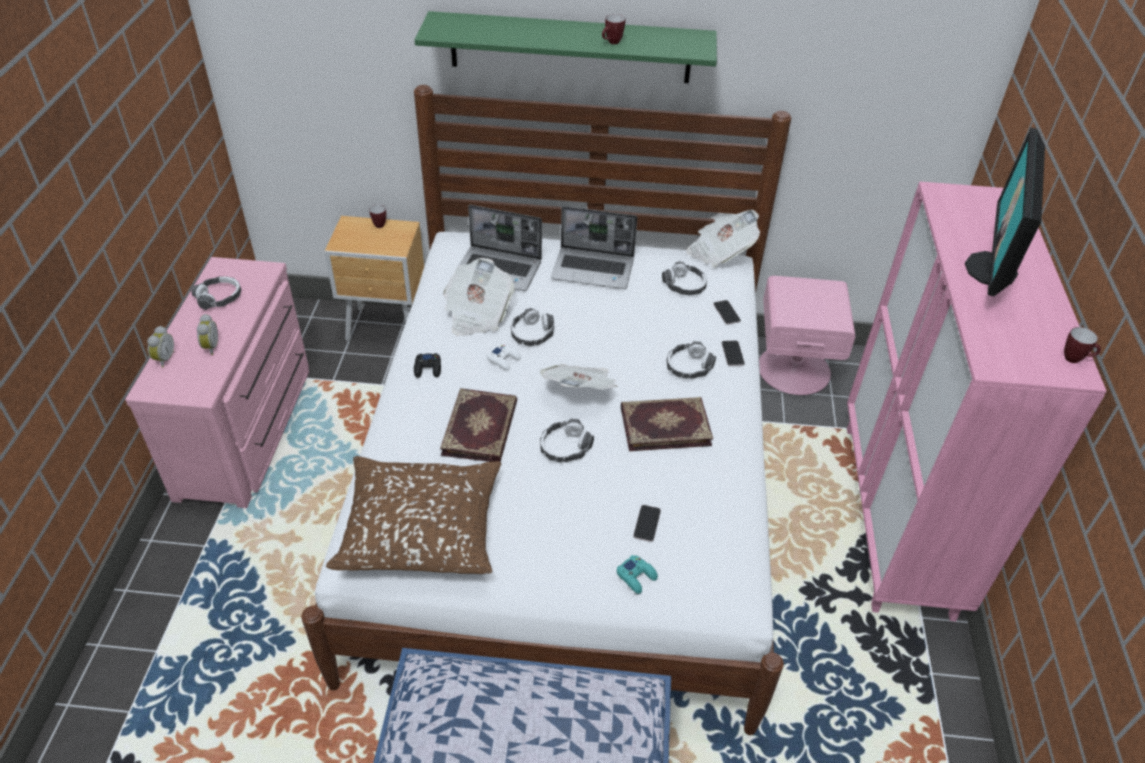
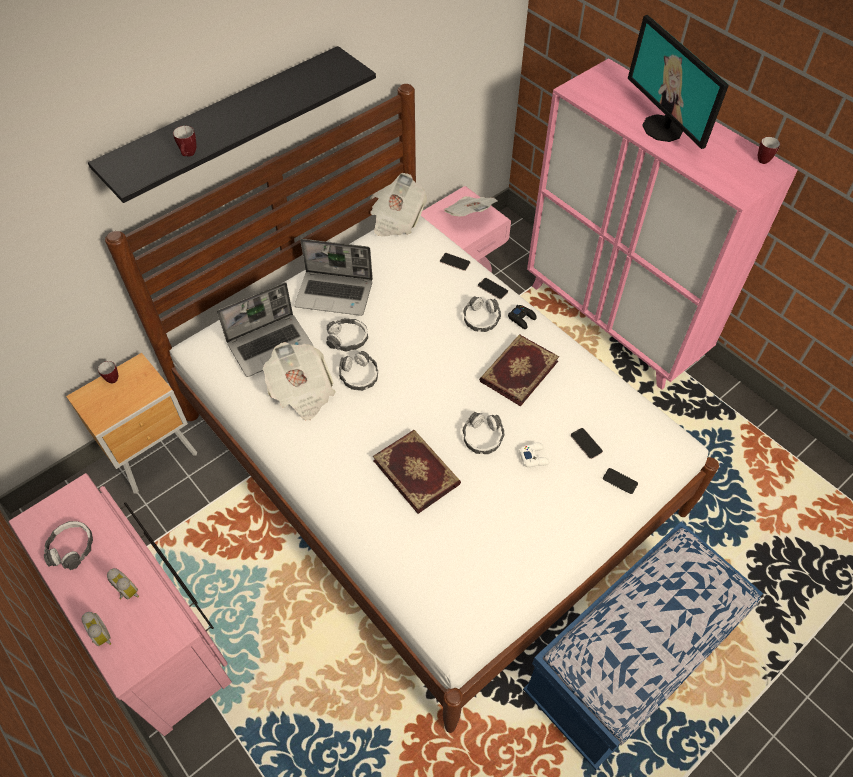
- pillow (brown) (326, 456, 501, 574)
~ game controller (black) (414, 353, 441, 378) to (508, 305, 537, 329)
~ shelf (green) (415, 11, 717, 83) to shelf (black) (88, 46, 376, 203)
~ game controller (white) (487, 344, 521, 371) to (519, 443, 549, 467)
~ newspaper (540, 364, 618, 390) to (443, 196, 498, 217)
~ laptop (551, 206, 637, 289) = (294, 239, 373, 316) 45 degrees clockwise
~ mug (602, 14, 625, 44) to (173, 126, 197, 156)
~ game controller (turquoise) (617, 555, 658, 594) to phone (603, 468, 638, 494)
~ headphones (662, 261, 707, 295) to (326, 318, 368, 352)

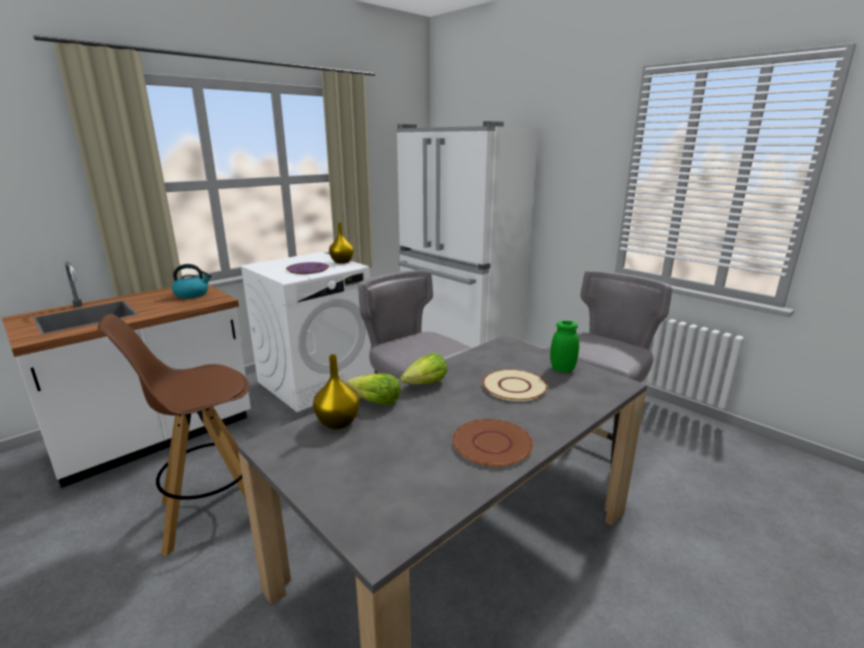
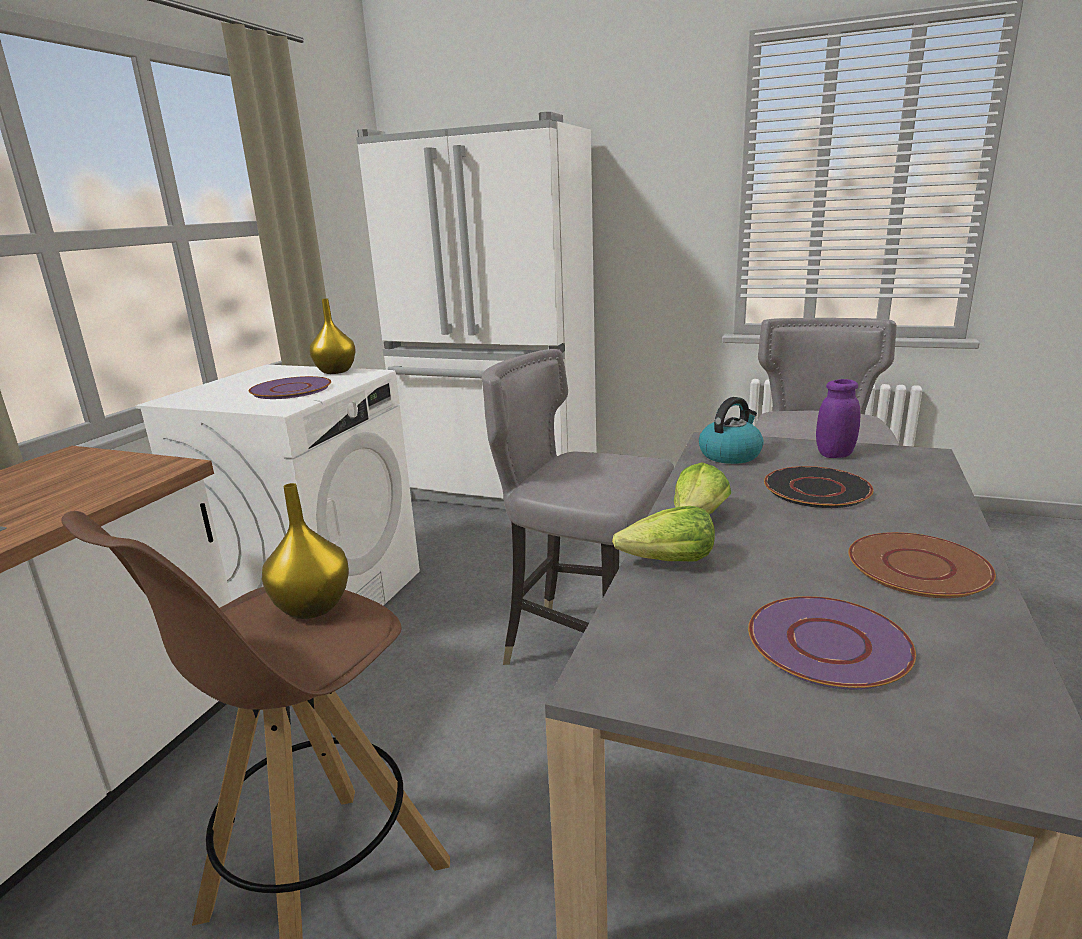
~ kettle (172, 264, 212, 298) to (699, 397, 764, 464)
~ vase (yellow) (313, 354, 360, 429) to (262, 483, 349, 619)
~ plate (beige) (482, 369, 548, 401) to plate (black) (764, 466, 874, 508)
~ jar (green) (550, 321, 579, 372) to jar (purple) (816, 379, 860, 458)
+ plate (purple) (748, 596, 916, 689)

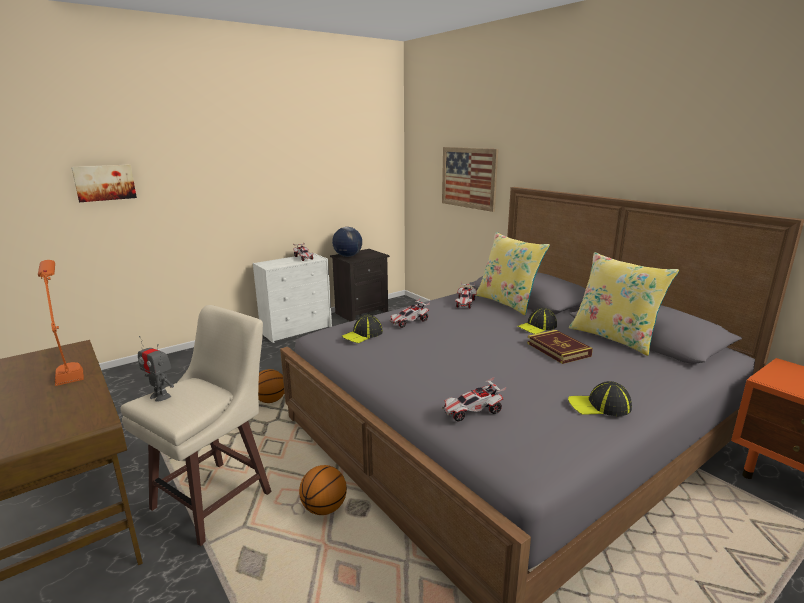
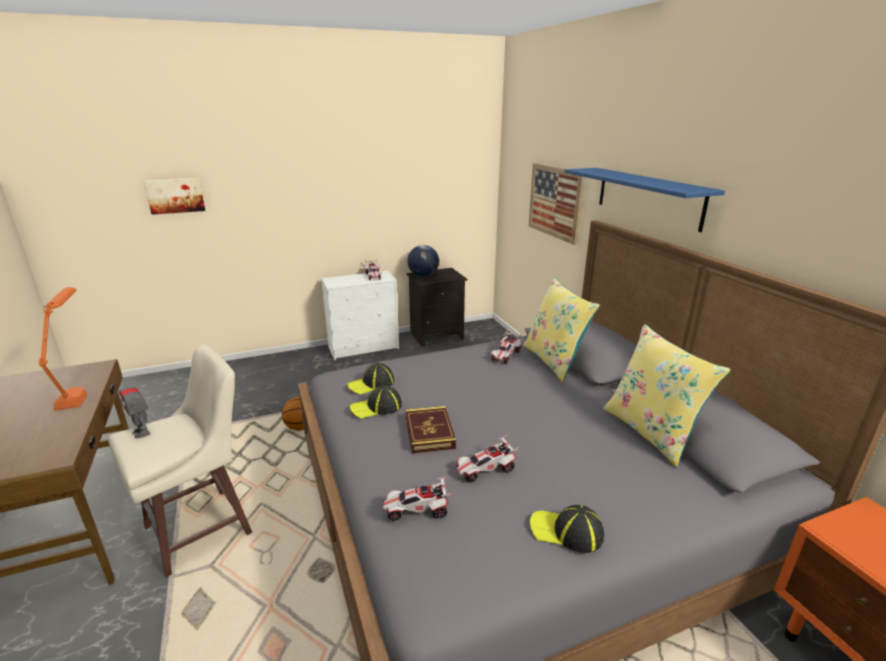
- basketball (299, 465, 347, 515)
~ toy car (389, 299, 430, 328) to (454, 434, 519, 483)
~ cap (517, 308, 557, 334) to (350, 385, 402, 419)
~ book (527, 330, 593, 364) to (405, 406, 456, 454)
+ shelf (blue) (564, 168, 725, 232)

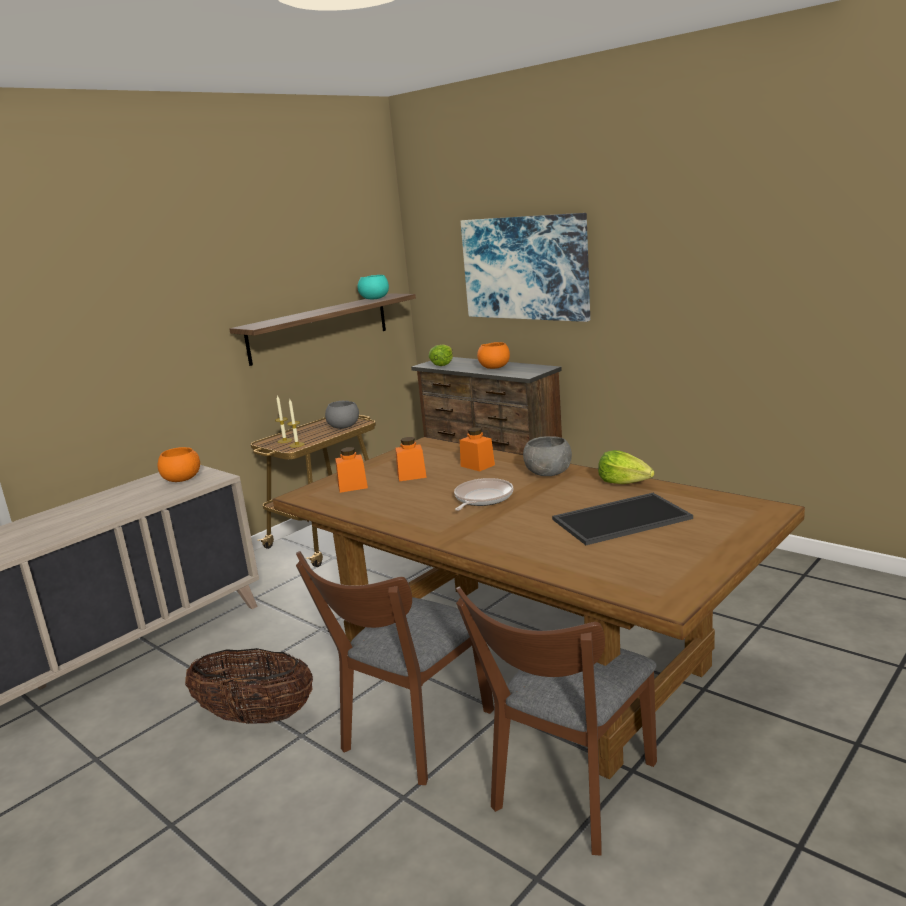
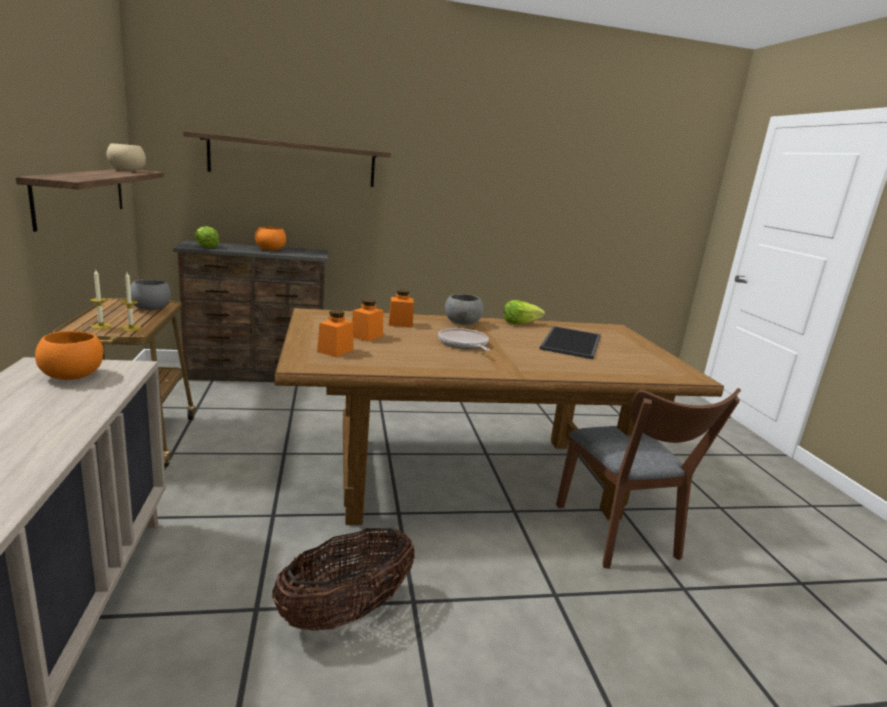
- chair (brown) (296, 551, 494, 785)
~ bowl (turquoise) (357, 275, 389, 299) to bowl (beige) (106, 144, 146, 171)
~ picture (461, 213, 590, 322) to shelf (183, 131, 391, 187)

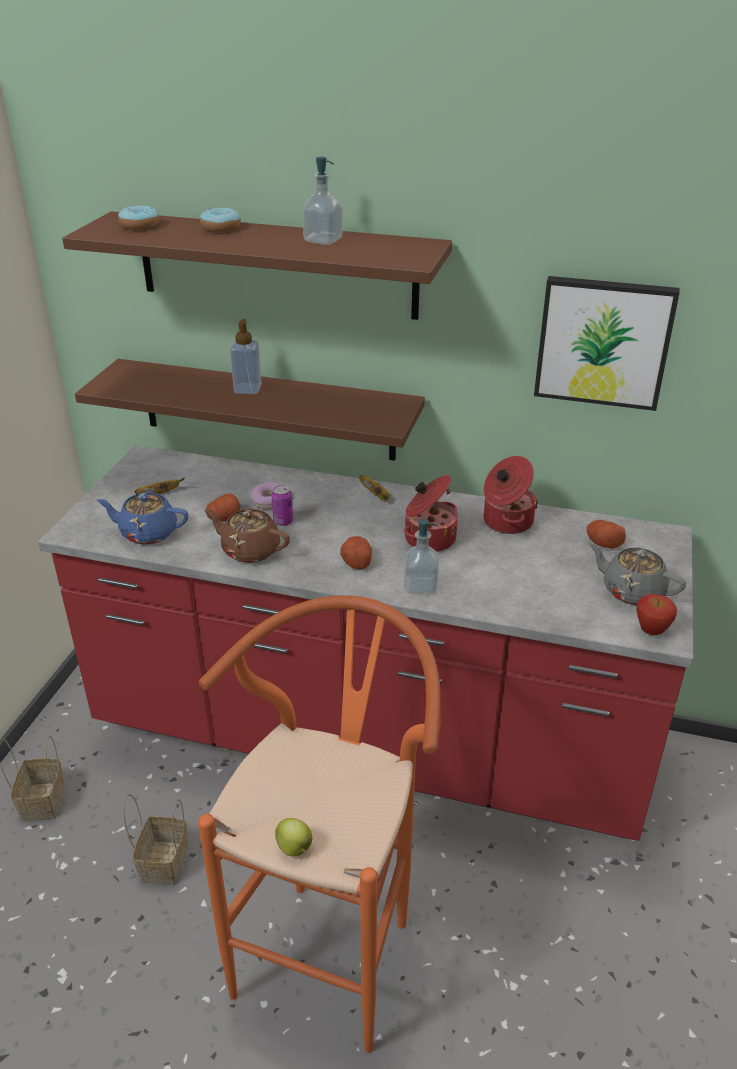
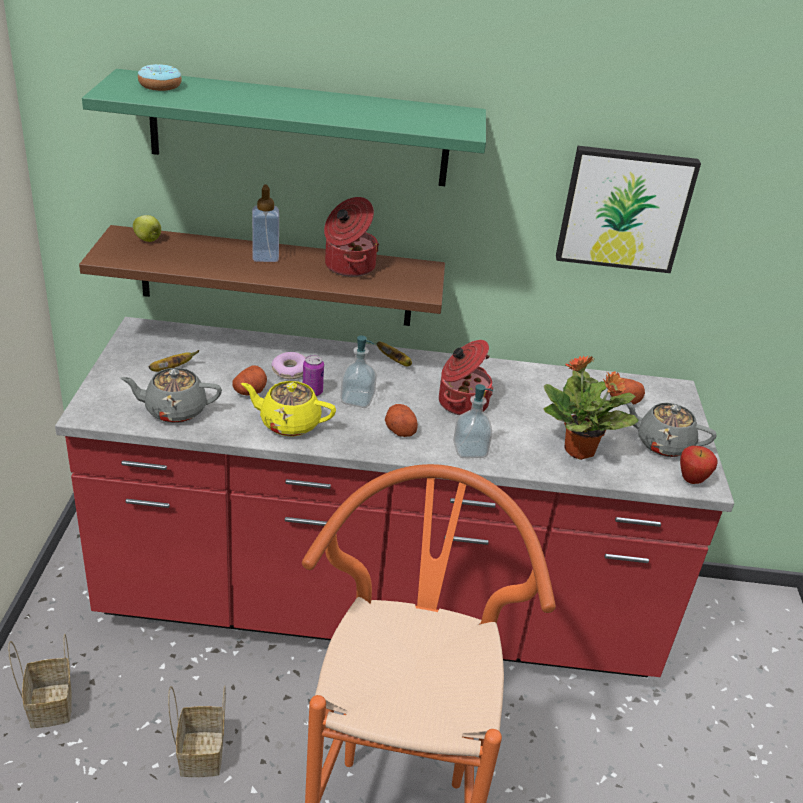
~ shelf (brown) (62, 211, 452, 320) to shelf (green) (82, 69, 486, 186)
~ teapot (blue) (97, 492, 189, 545) to teapot (grey) (121, 368, 222, 423)
- donut (200, 207, 241, 232)
~ teapot (brown) (205, 509, 290, 563) to teapot (yellow) (241, 381, 336, 437)
~ apple (275, 818, 312, 856) to (133, 215, 161, 242)
~ soap dispenser (302, 157, 343, 245) to (340, 335, 377, 408)
~ cooking pot (484, 456, 538, 534) to (324, 197, 379, 277)
+ potted plant (543, 356, 638, 460)

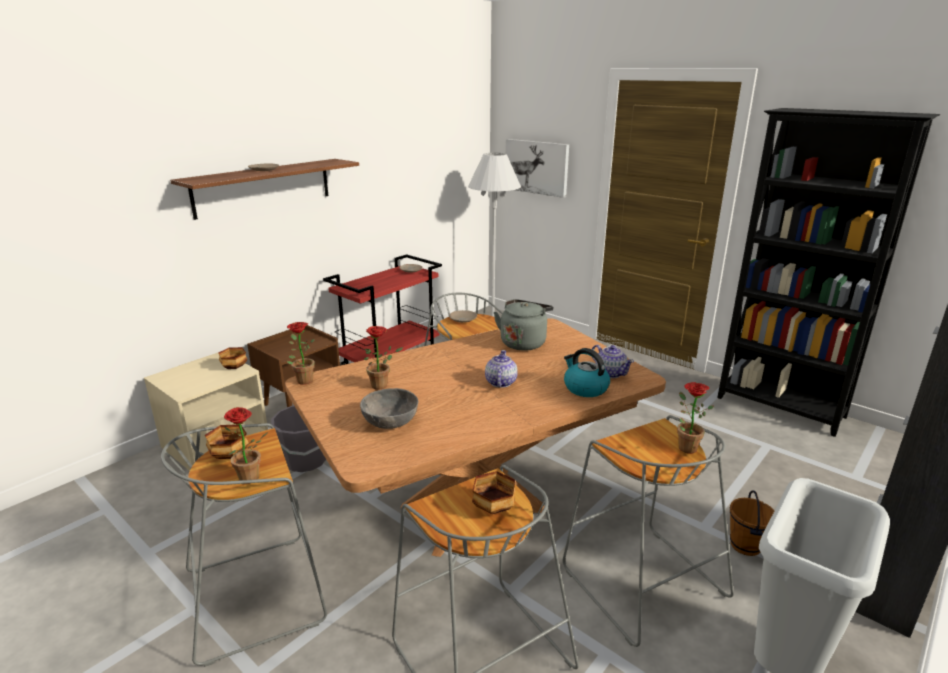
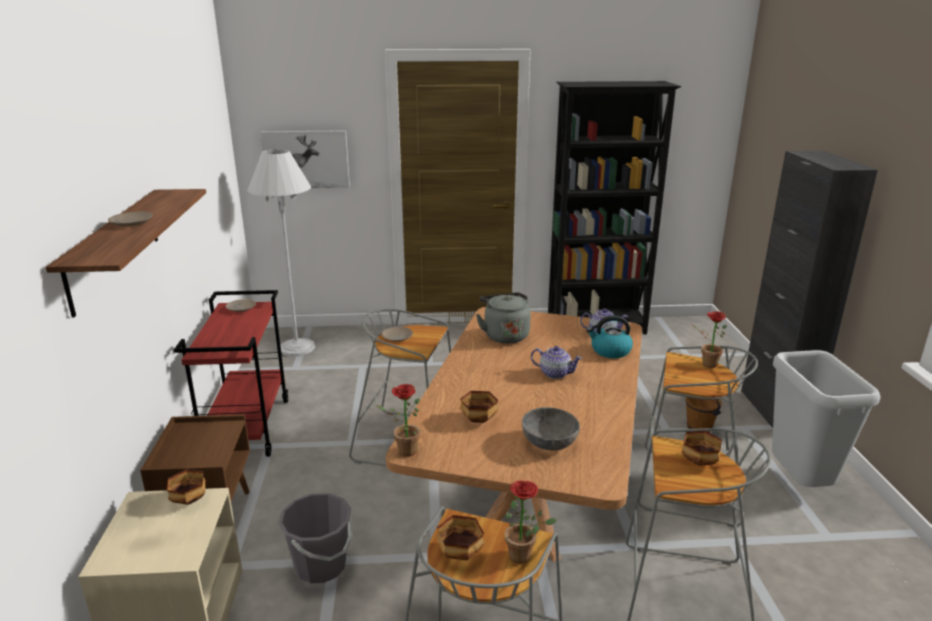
~ potted plant (364, 326, 403, 390) to bowl (460, 391, 499, 423)
~ teapot (485, 350, 518, 388) = (531, 346, 582, 379) 150 degrees clockwise

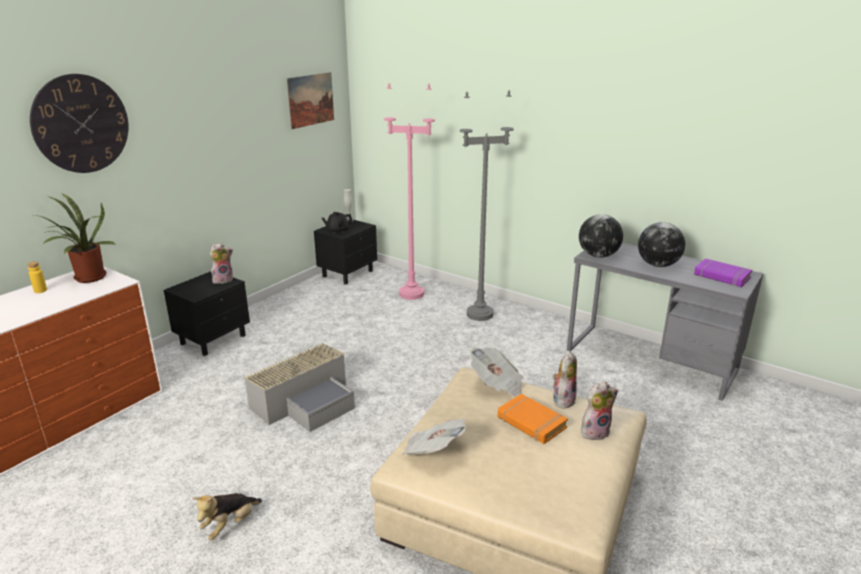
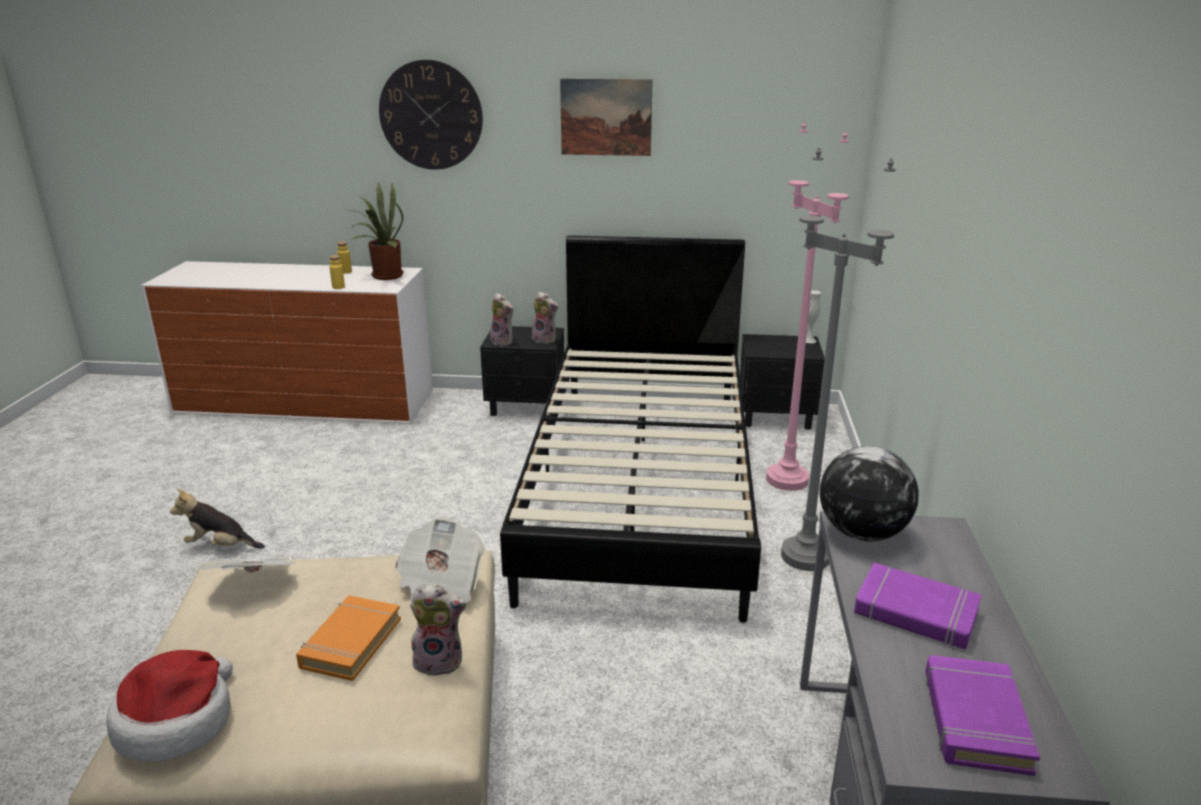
- storage box (grey) (244, 343, 355, 432)
~ picture (287, 72, 334, 129) to (560, 78, 653, 156)
- teapot (black) (322, 212, 353, 234)
~ plush toy (581, 382, 618, 442) to (490, 293, 514, 346)
~ globe (638, 222, 685, 267) to book (purple) (854, 563, 982, 649)
+ hat (106, 650, 233, 761)
+ bottle (yellow) (329, 255, 345, 289)
+ bed (black) (500, 235, 761, 623)

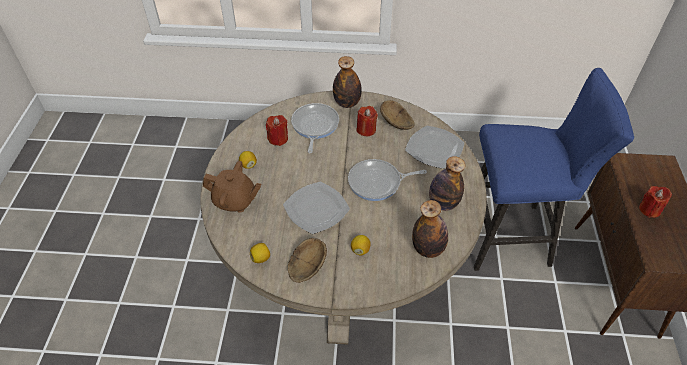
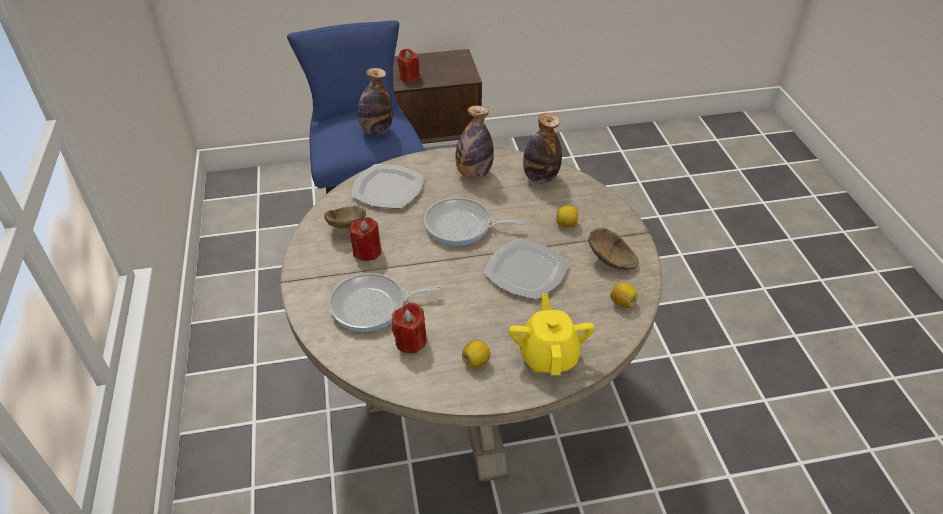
~ teapot (brown) (203, 161, 261, 213) to teapot (yellow) (509, 294, 595, 375)
~ bottle (333, 56, 362, 108) to (358, 68, 393, 135)
~ frying pan (348, 159, 427, 201) = (424, 198, 525, 246) 120 degrees clockwise

